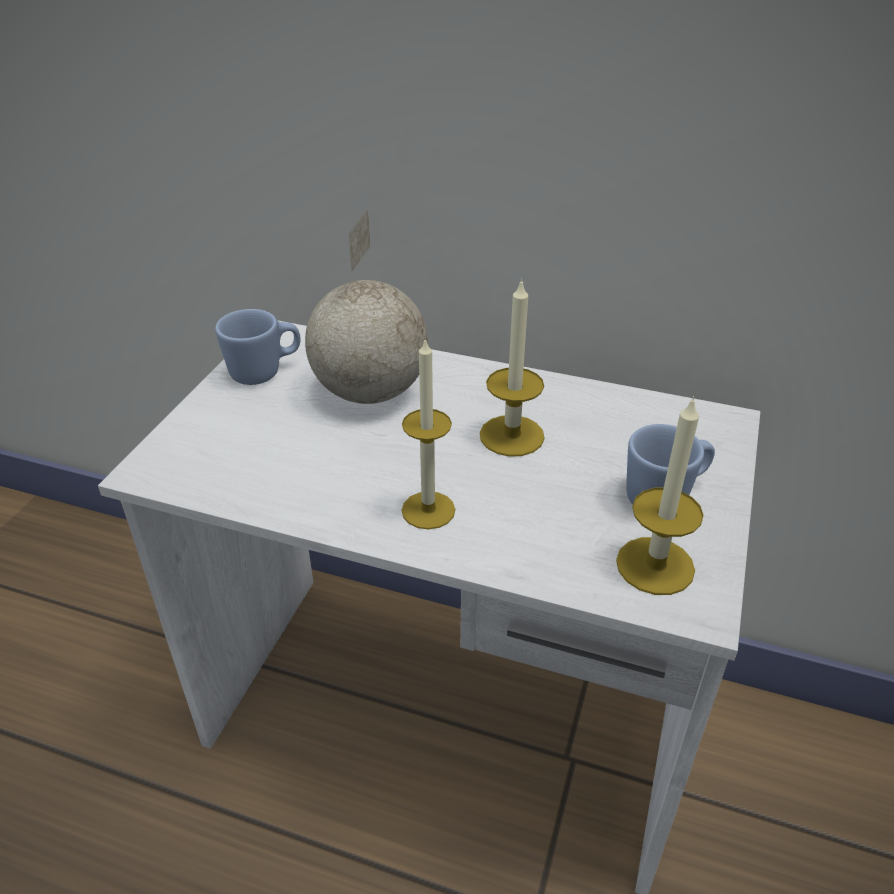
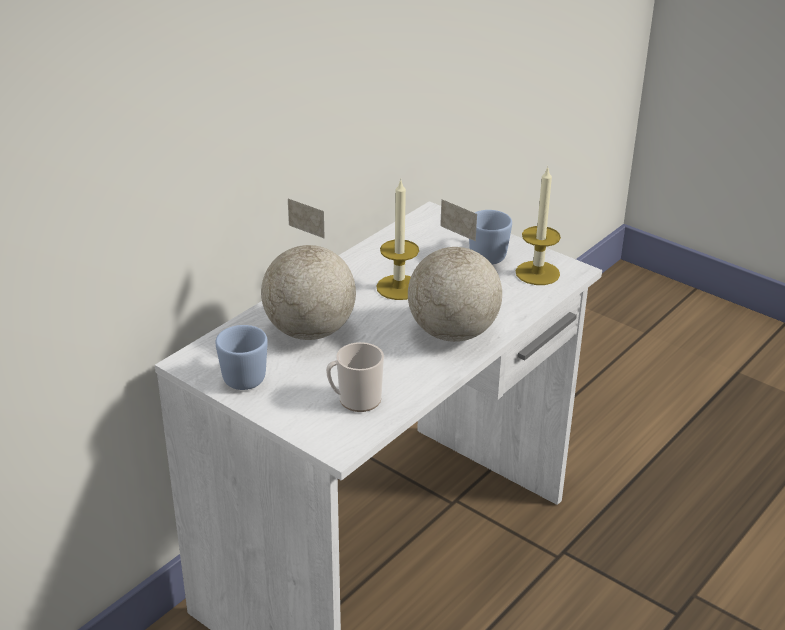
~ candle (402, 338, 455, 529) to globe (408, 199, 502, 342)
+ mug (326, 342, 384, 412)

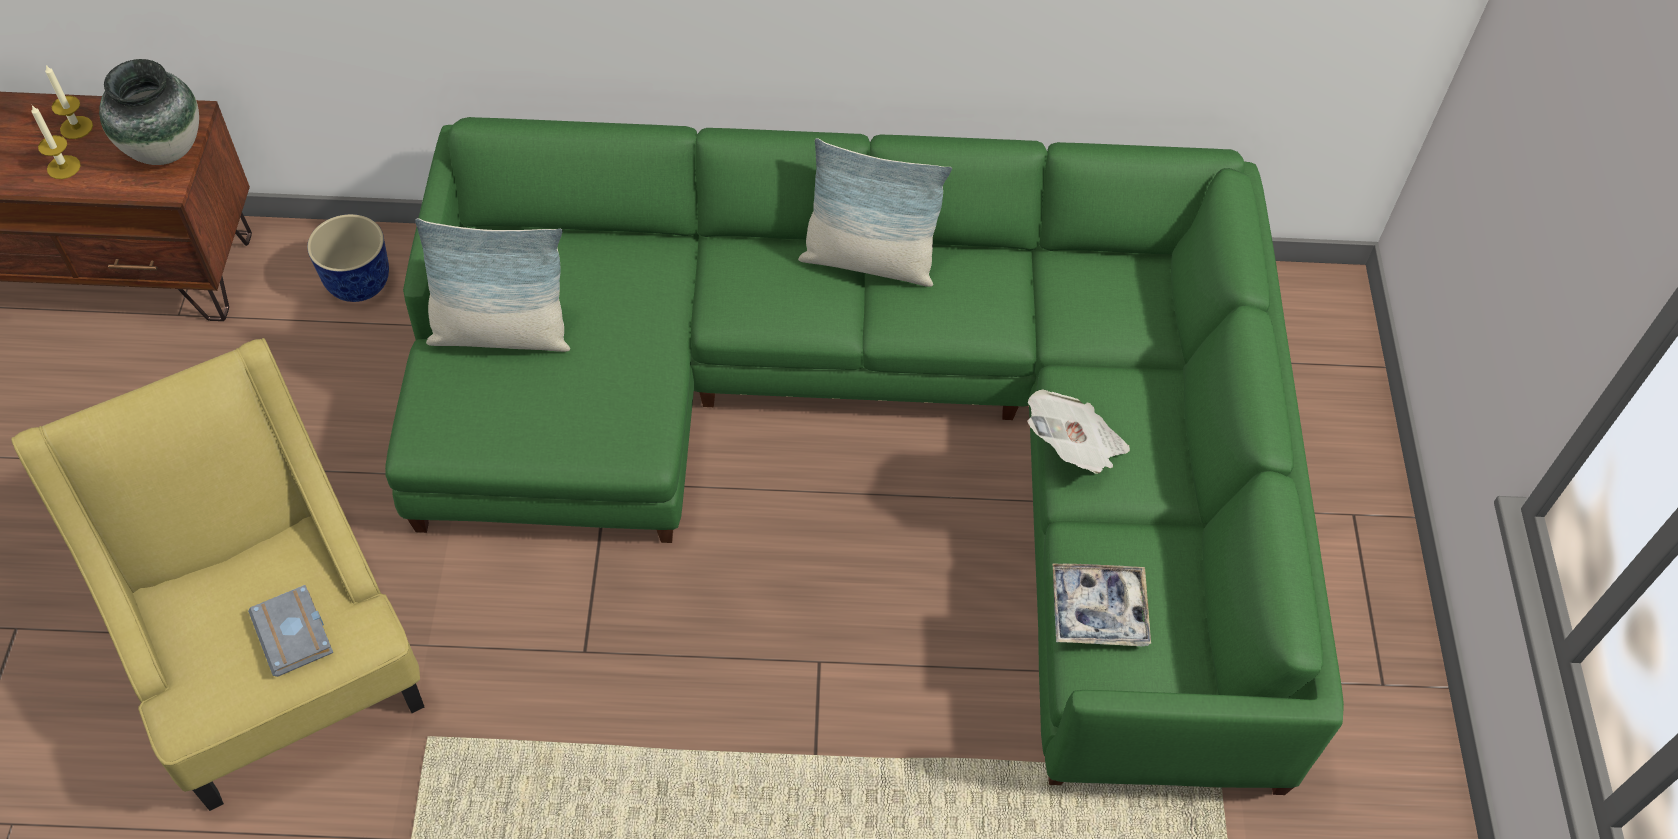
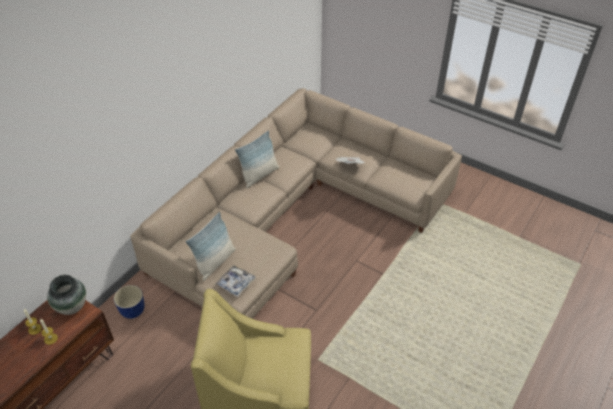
- book (grey) (248, 585, 333, 677)
~ sofa (green) (385, 117, 1344, 795) to sofa (beige) (130, 88, 462, 319)
~ tray (1052, 564, 1151, 647) to (216, 264, 256, 297)

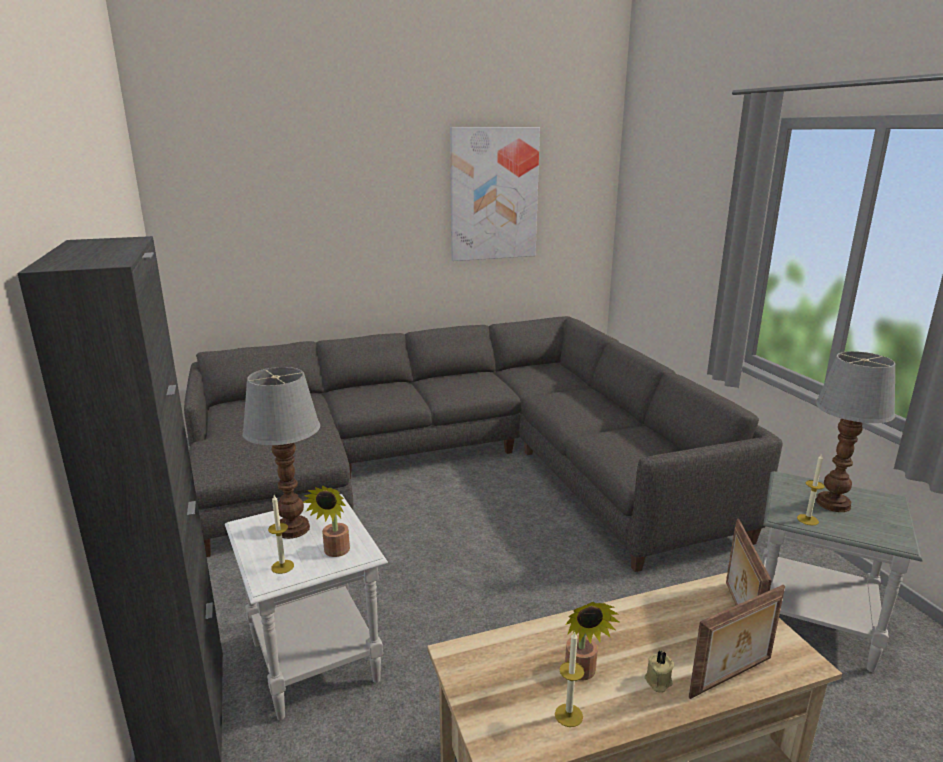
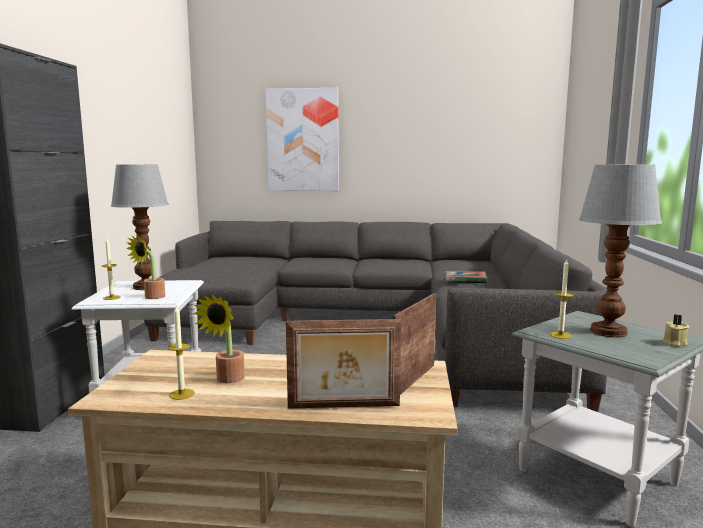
~ picture (450, 127, 540, 261) to (265, 88, 339, 191)
~ candle (beige) (645, 651, 674, 693) to (662, 314, 689, 347)
+ book (446, 271, 487, 284)

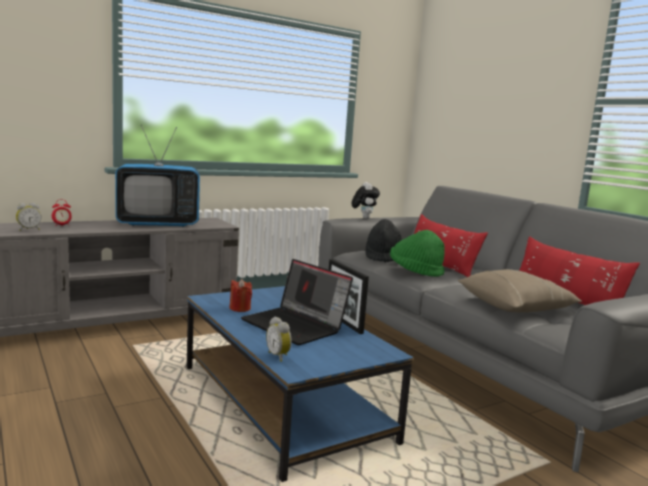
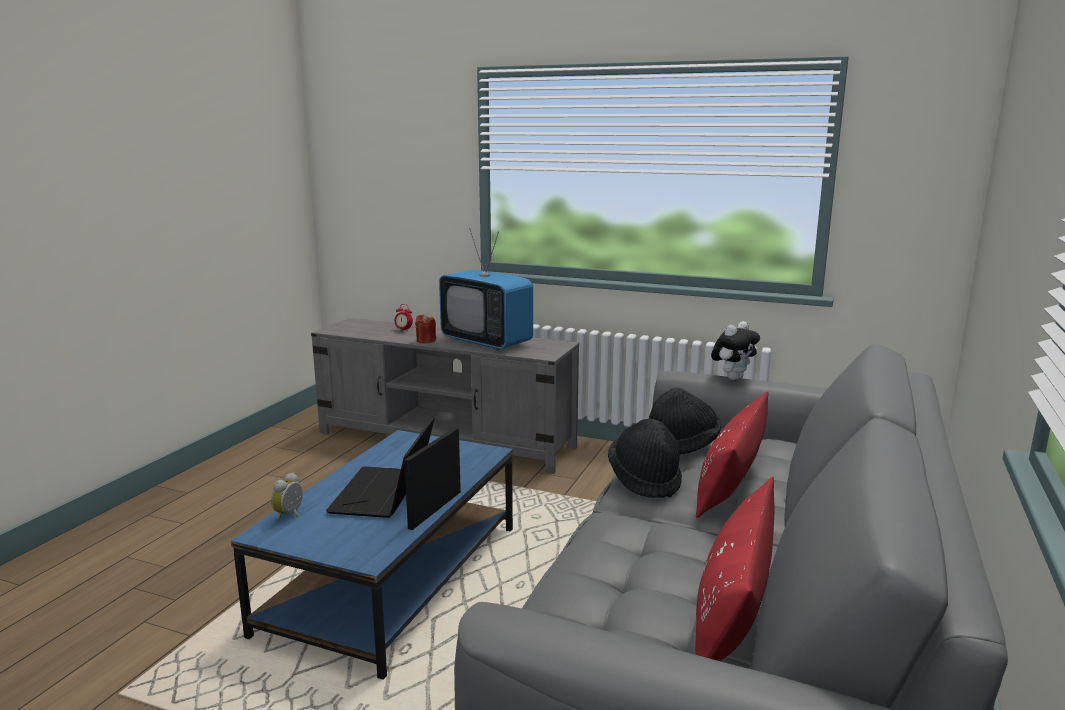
- alarm clock (16, 203, 41, 231)
~ candle (red) (229, 279, 252, 312) to (415, 314, 436, 343)
~ hat (green) (390, 230, 445, 277) to hat (black) (608, 419, 682, 498)
- pillow (beige) (458, 269, 582, 312)

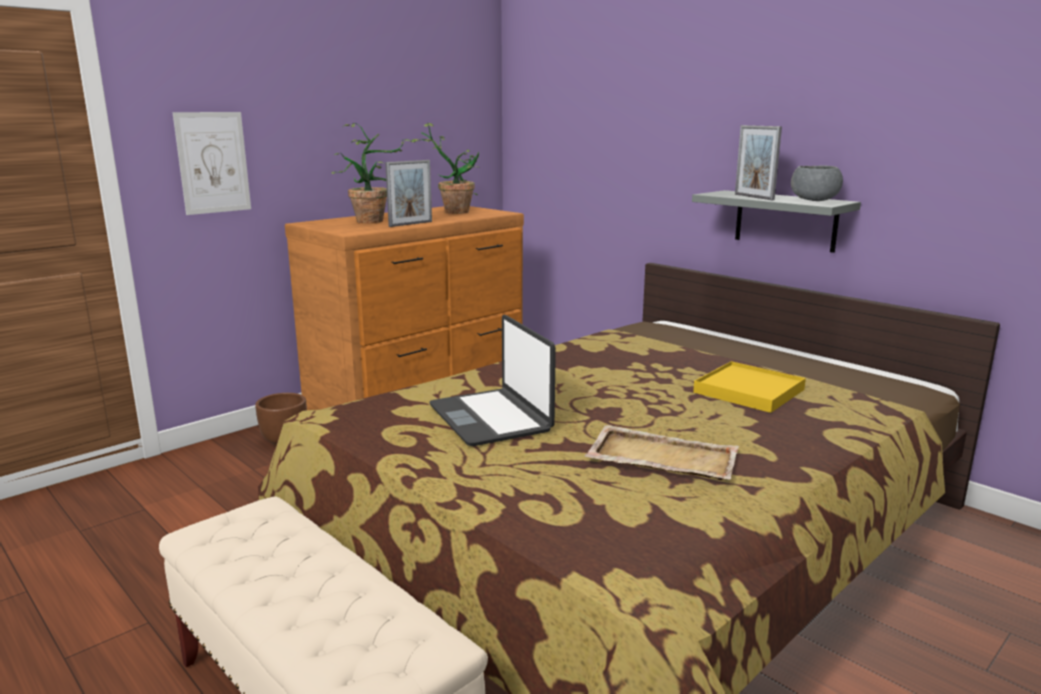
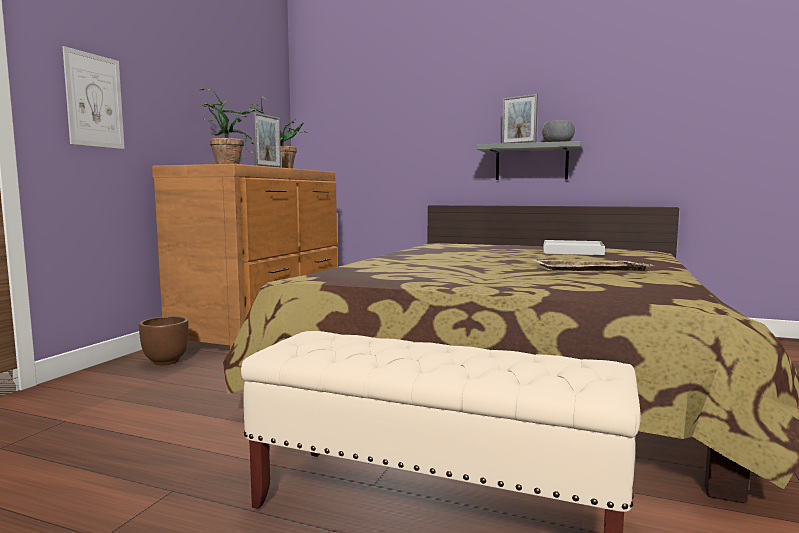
- laptop (430, 315, 556, 446)
~ tray (yellow) (693, 361, 806, 413) to tray (white) (543, 240, 605, 255)

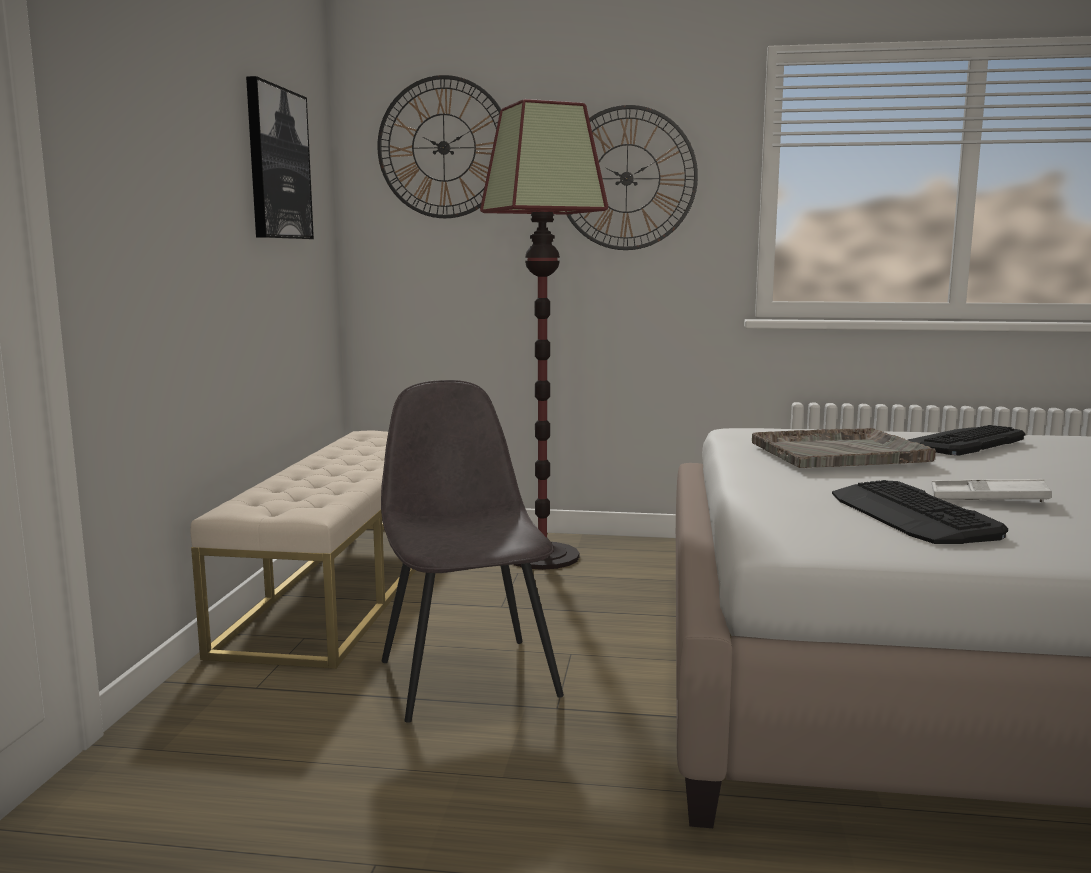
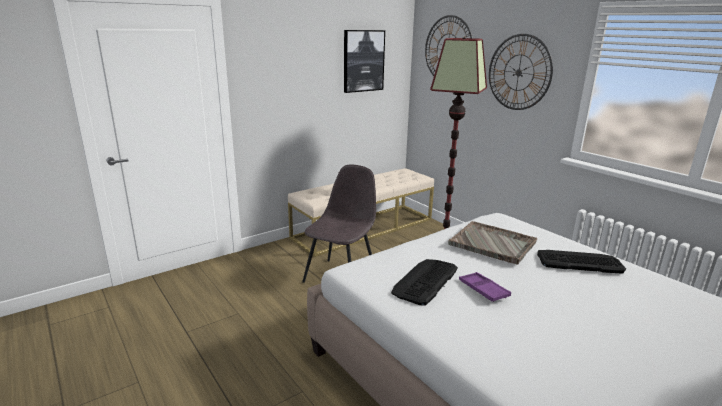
~ tray (white) (932, 479, 1052, 502) to tray (purple) (459, 272, 511, 302)

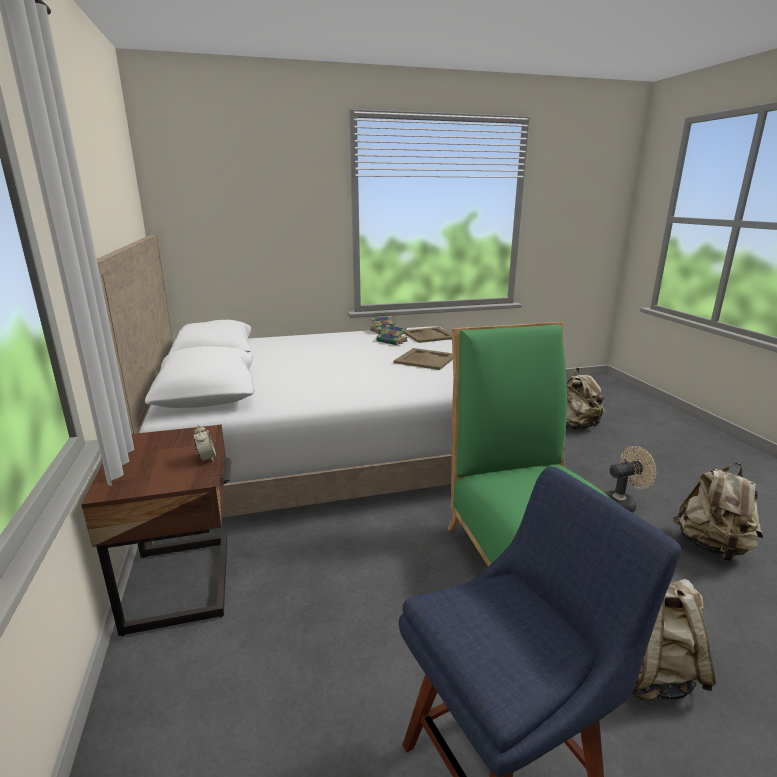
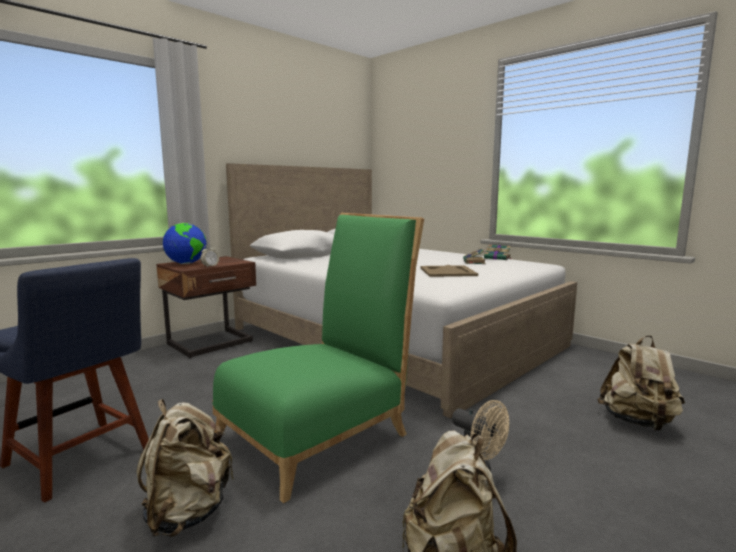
- tray (beige) (404, 327, 452, 343)
+ globe (163, 223, 207, 264)

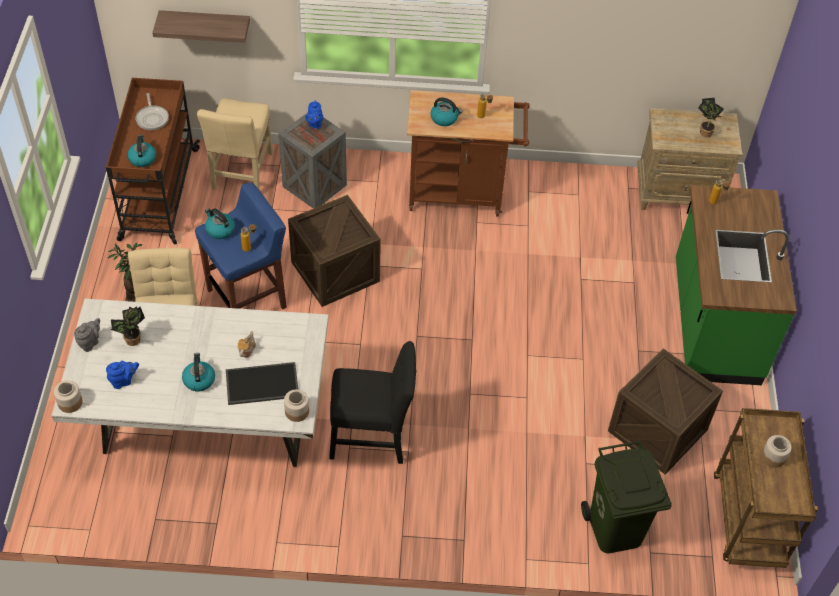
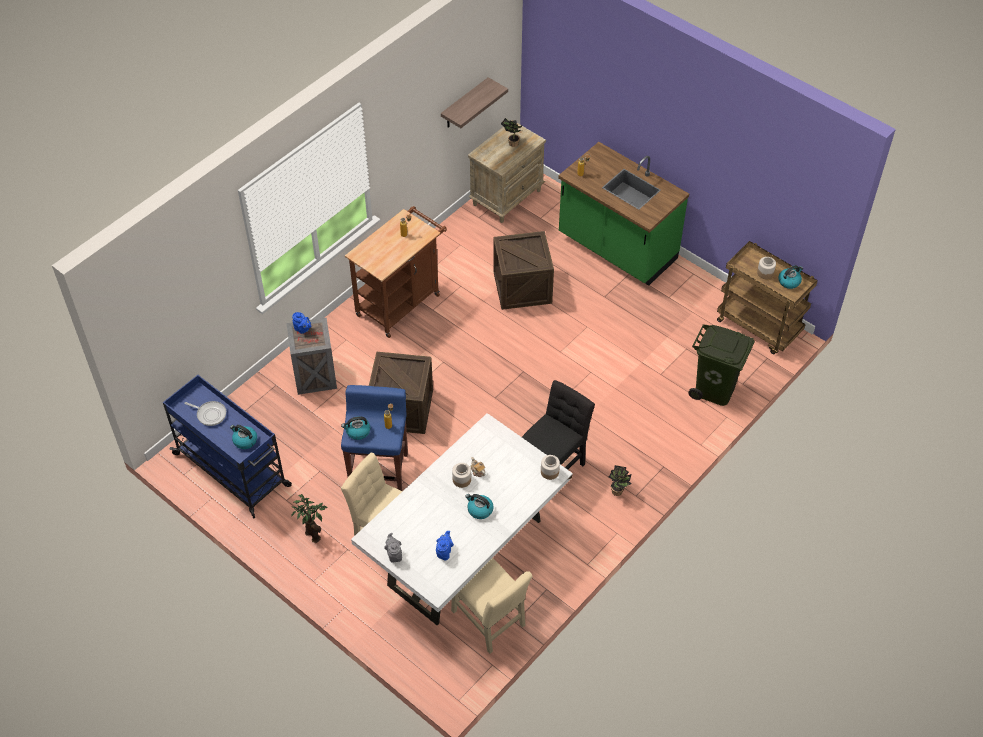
~ jar (54, 380, 82, 413) to (452, 463, 471, 488)
~ cart (brown) (106, 78, 200, 245) to cart (blue) (163, 375, 292, 519)
~ potted plant (111, 306, 145, 346) to (609, 465, 632, 496)
~ shelf (152, 10, 250, 43) to (441, 77, 508, 128)
~ chair (beige) (197, 98, 273, 190) to (451, 558, 533, 654)
- tray (226, 362, 298, 405)
~ kettle (431, 98, 463, 126) to (778, 265, 803, 289)
~ crate (608, 348, 723, 474) to (493, 231, 554, 310)

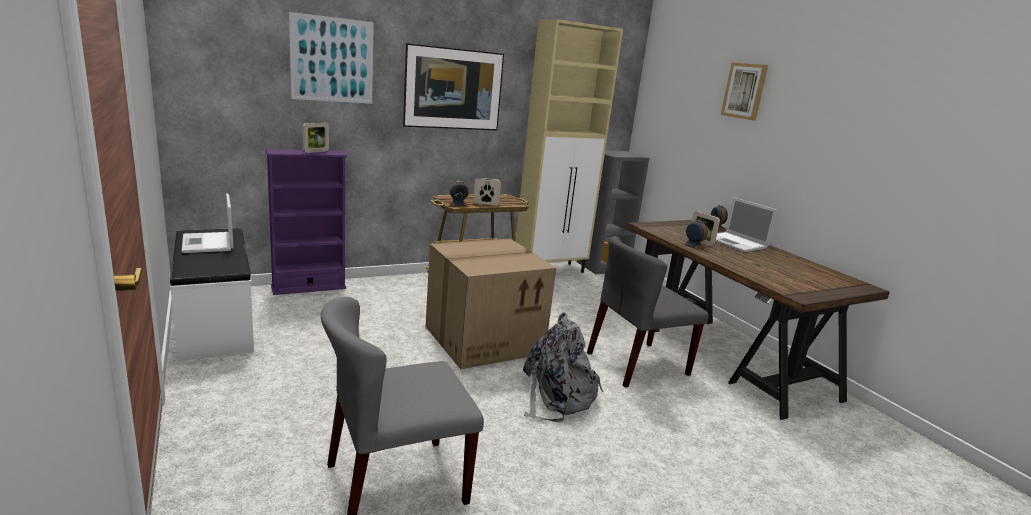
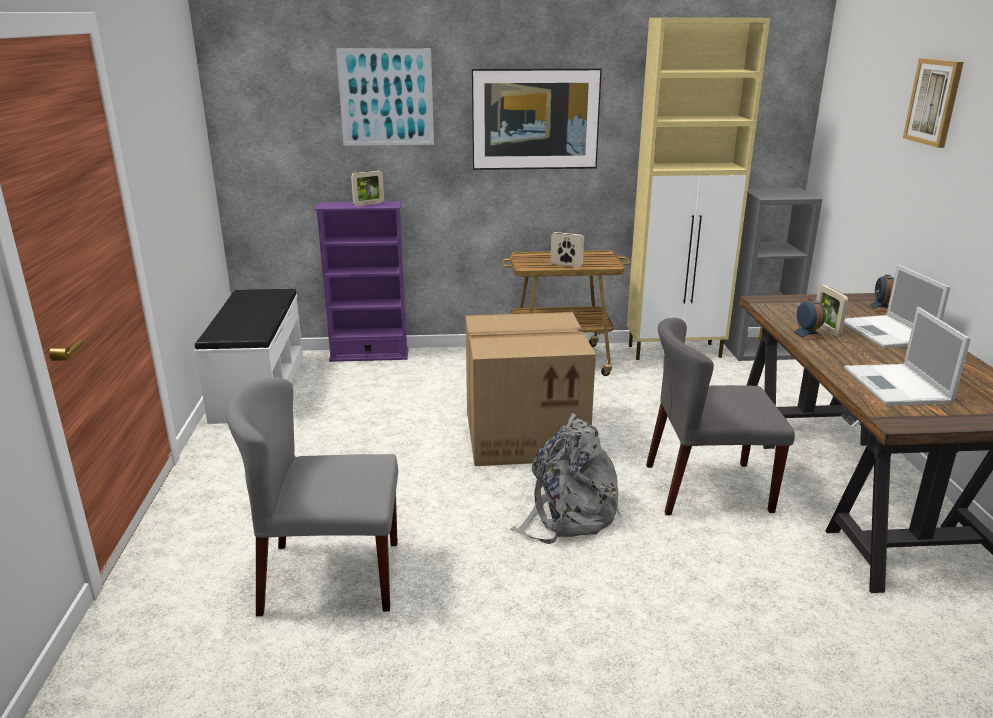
~ laptop (182, 193, 234, 253) to (844, 307, 971, 406)
- alarm clock (450, 181, 469, 206)

